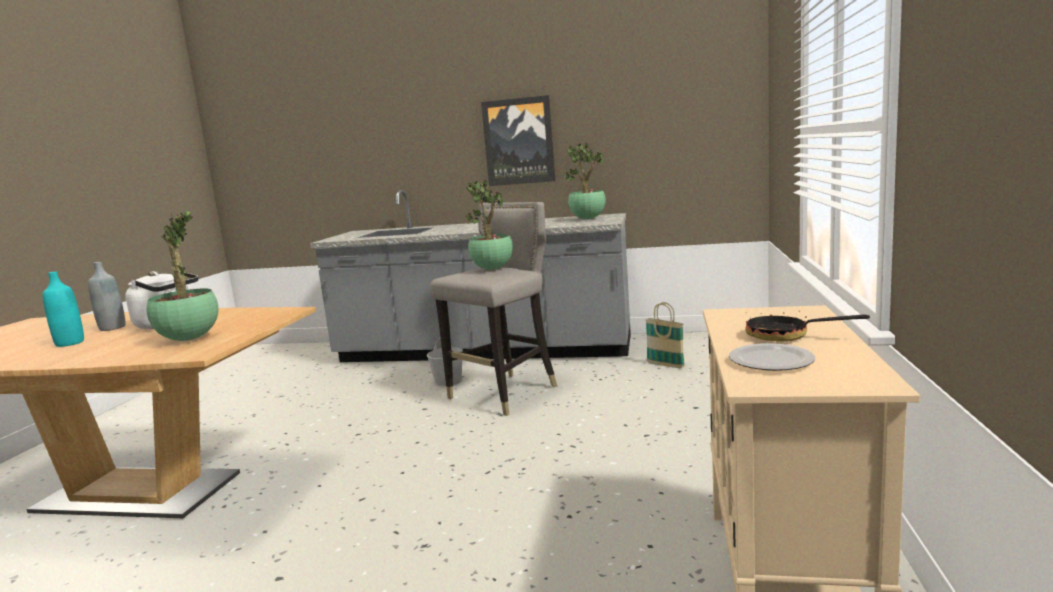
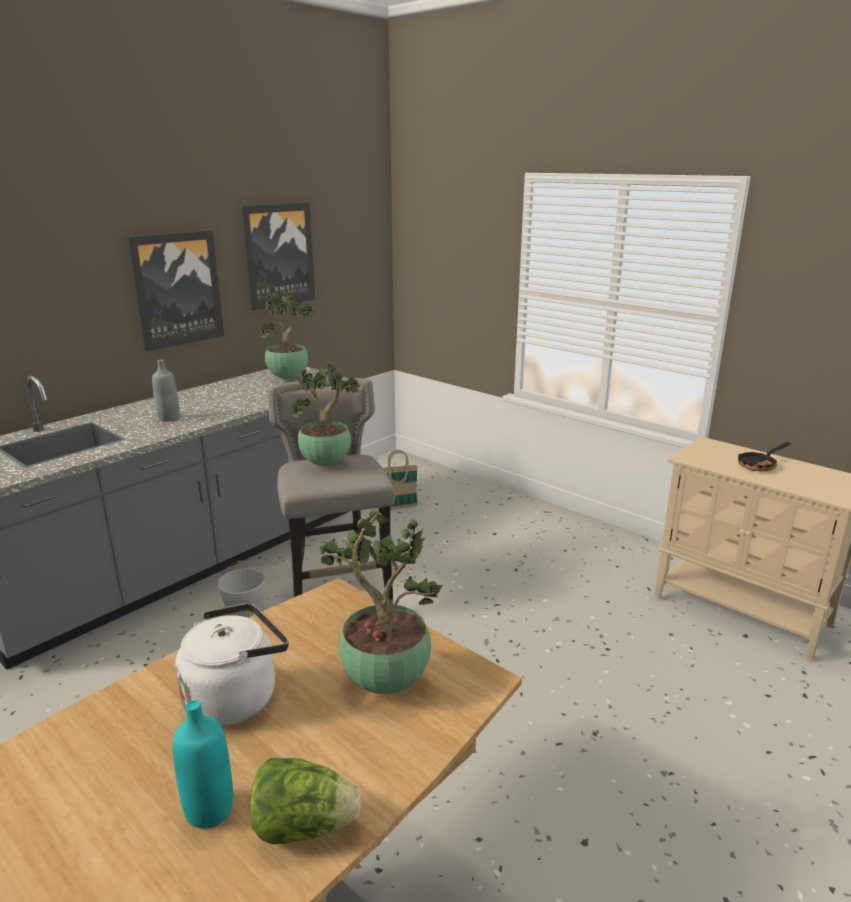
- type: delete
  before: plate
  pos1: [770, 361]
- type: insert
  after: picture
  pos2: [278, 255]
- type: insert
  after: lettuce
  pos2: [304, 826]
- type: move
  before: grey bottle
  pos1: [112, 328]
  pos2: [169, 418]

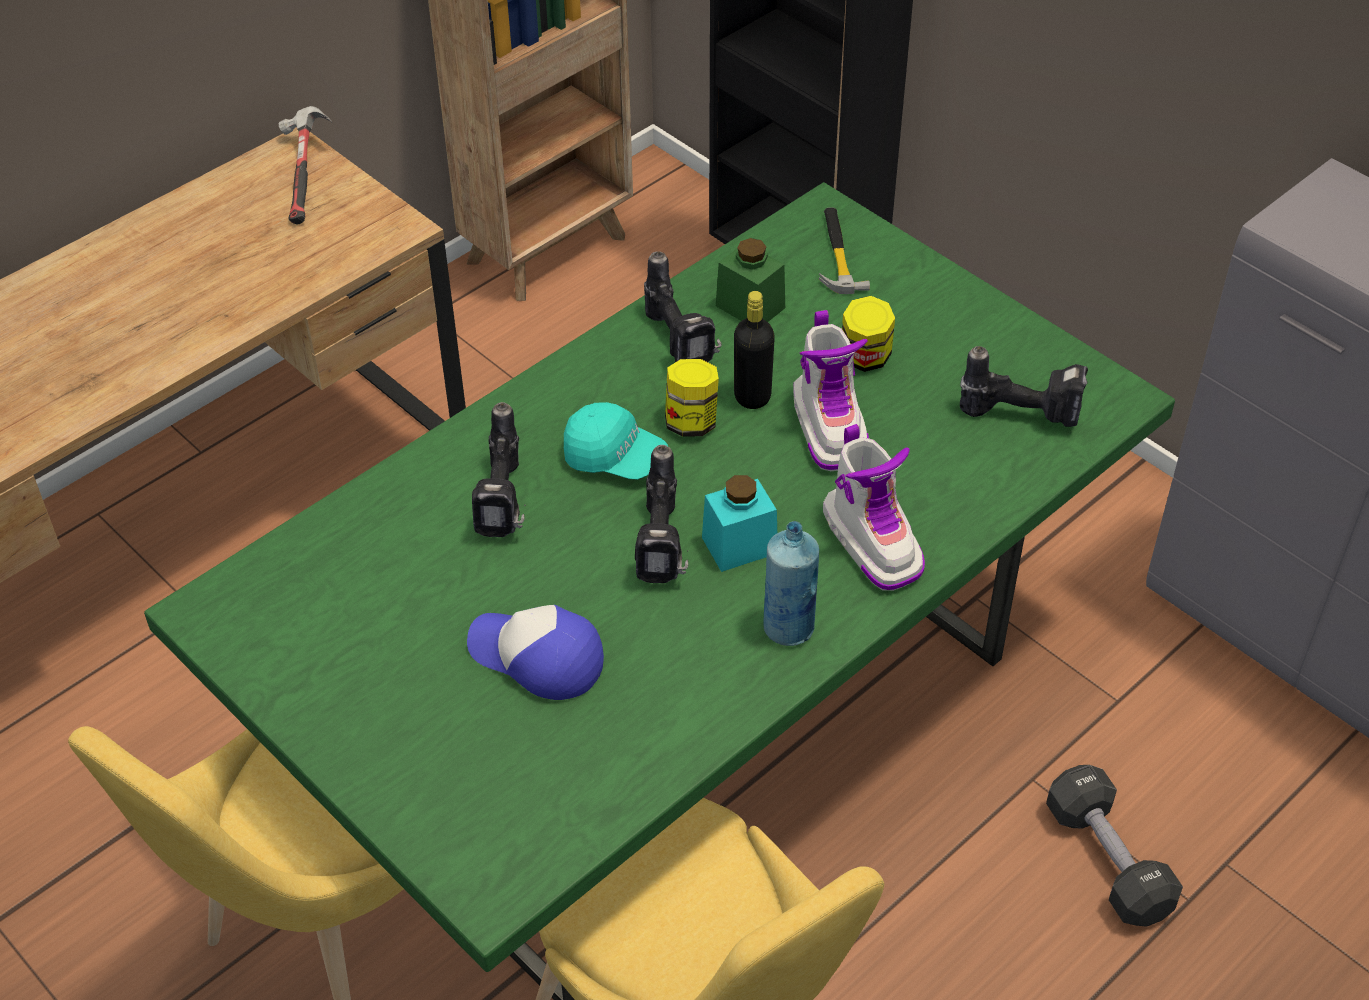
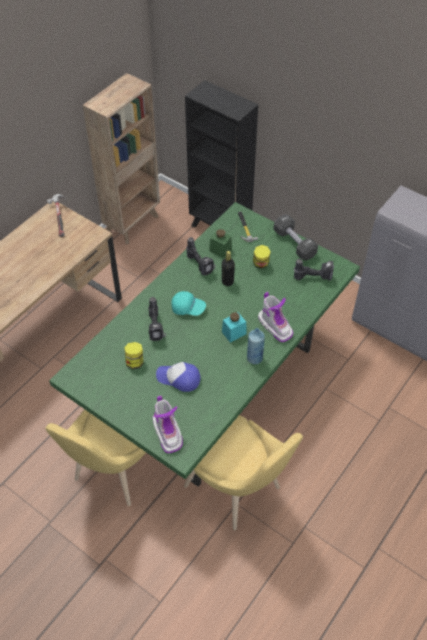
- type: delete
  before: power drill
  pos1: [664, 547]
- type: move
  before: jar
  pos1: [691, 422]
  pos2: [135, 362]
- type: move
  before: boot
  pos1: [830, 427]
  pos2: [168, 432]
- type: move
  before: black dumbbell
  pos1: [1107, 860]
  pos2: [294, 244]

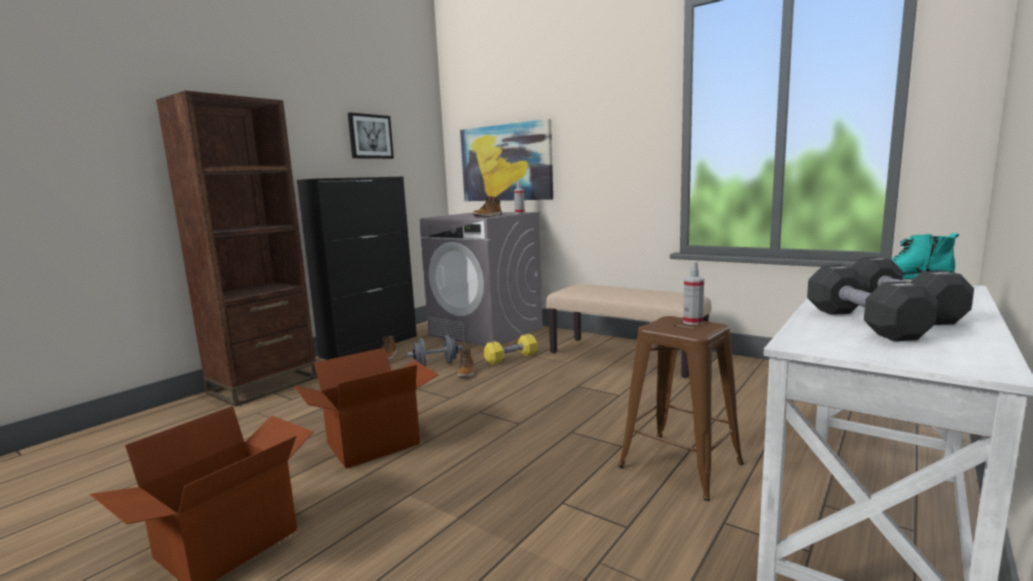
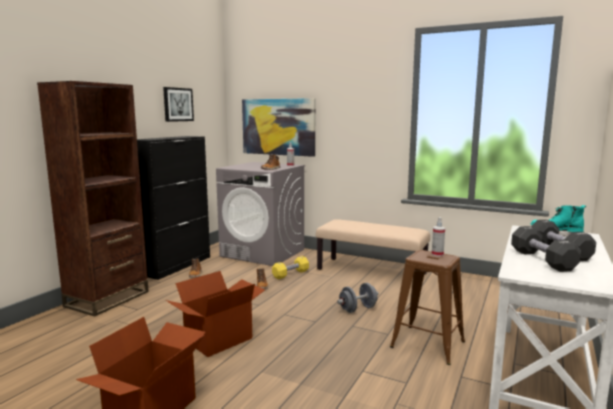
- type: move
  before: grey dumbbell
  pos1: [436, 365]
  pos2: [358, 309]

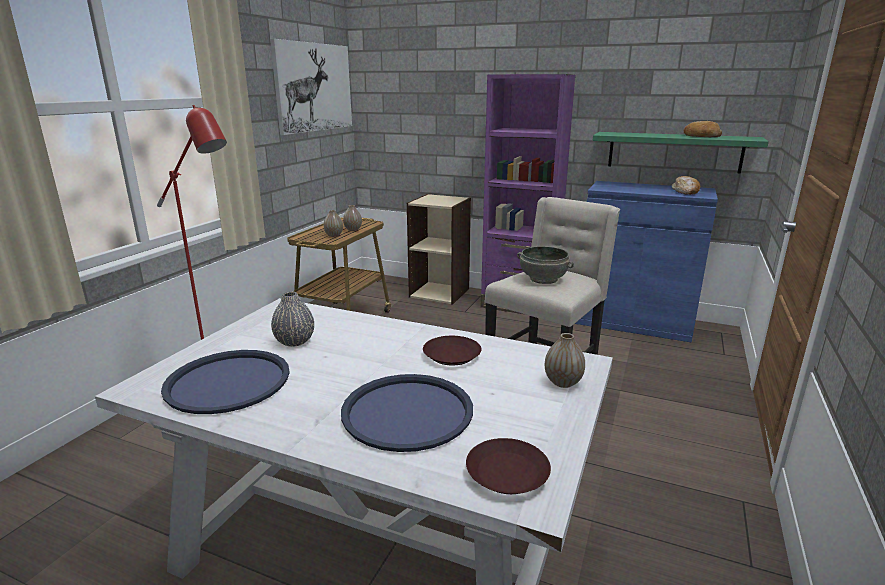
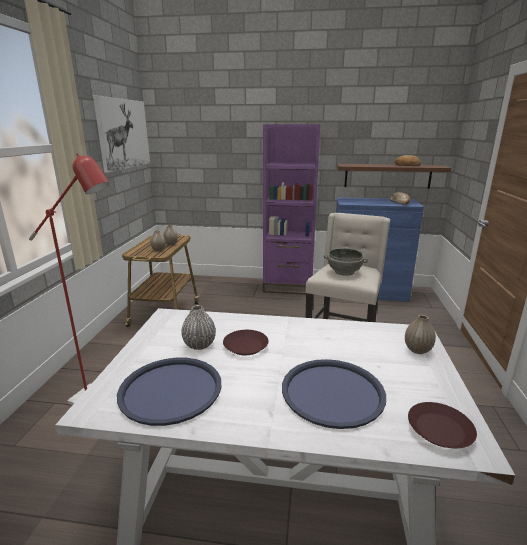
- type: delete
  before: beige bookcase
  pos1: [440, 292]
- type: move
  before: brown plate
  pos1: [451, 355]
  pos2: [245, 346]
- type: recolor
  before: green shelf
  after: brown shelf
  pos1: [674, 152]
  pos2: [387, 176]

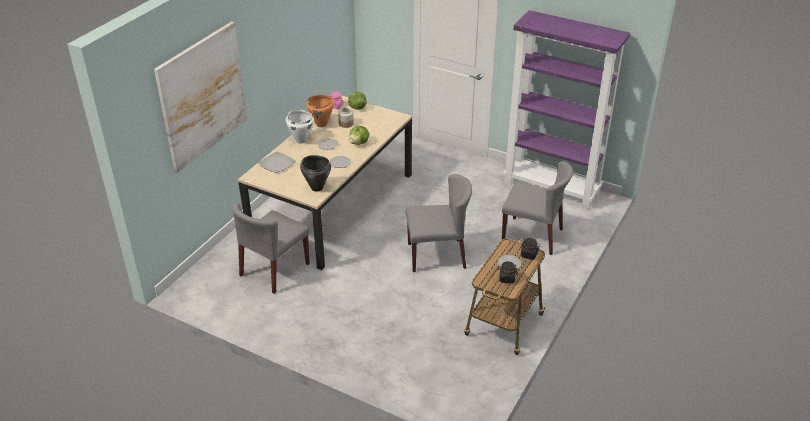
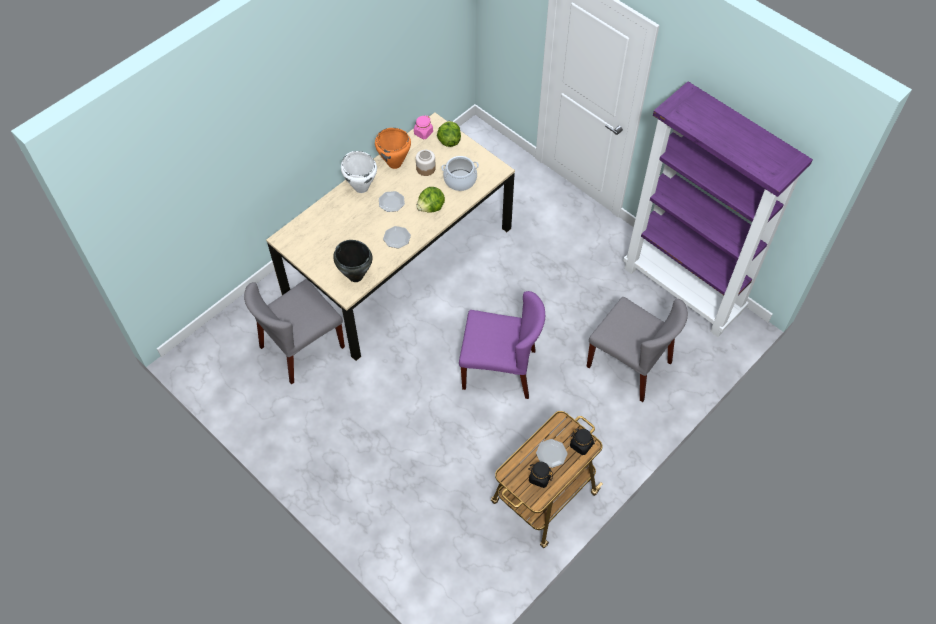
- type: delete
  before: picture
  pos1: [202, 95]
- type: delete
  before: plate
  pos1: [276, 163]
- type: insert
  after: cooking pot
  pos2: [460, 180]
- type: recolor
  before: grey chair
  after: purple chair
  pos1: [437, 255]
  pos2: [499, 369]

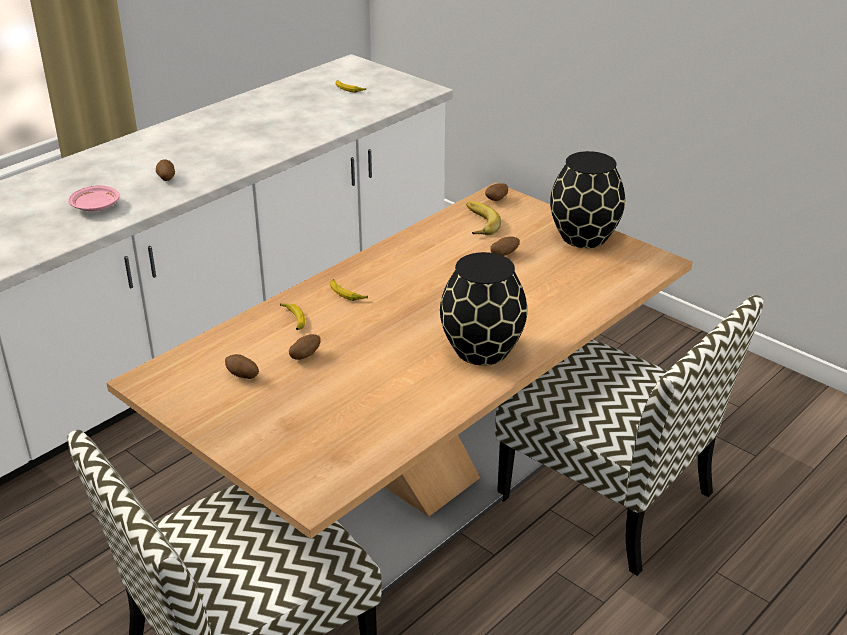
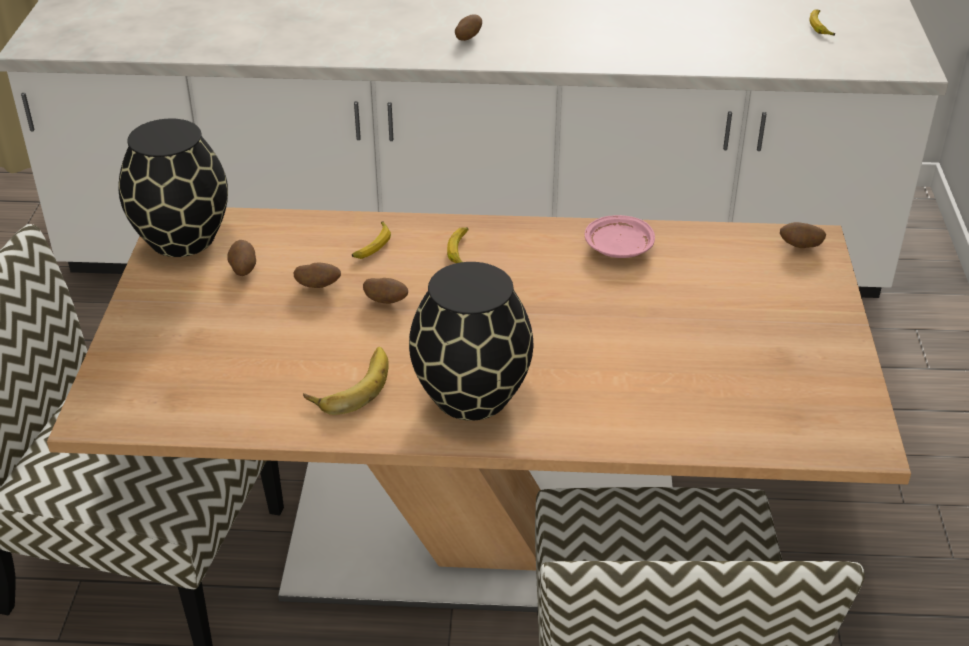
- type: move
  before: pink plate
  pos1: [95, 207]
  pos2: [618, 248]
- type: move
  before: banana
  pos1: [477, 223]
  pos2: [350, 385]
- type: move
  before: potato
  pos1: [504, 254]
  pos2: [386, 302]
- type: move
  before: black vase
  pos1: [584, 236]
  pos2: [183, 238]

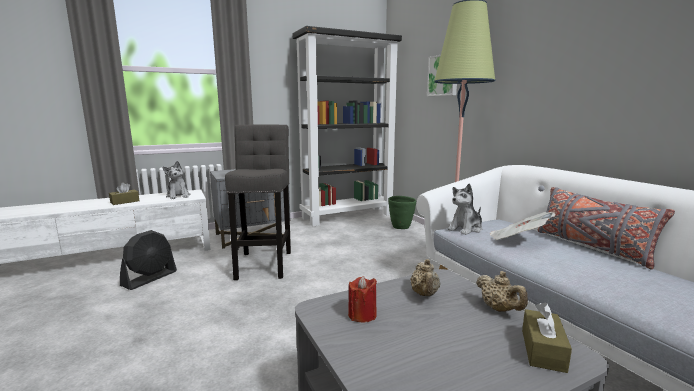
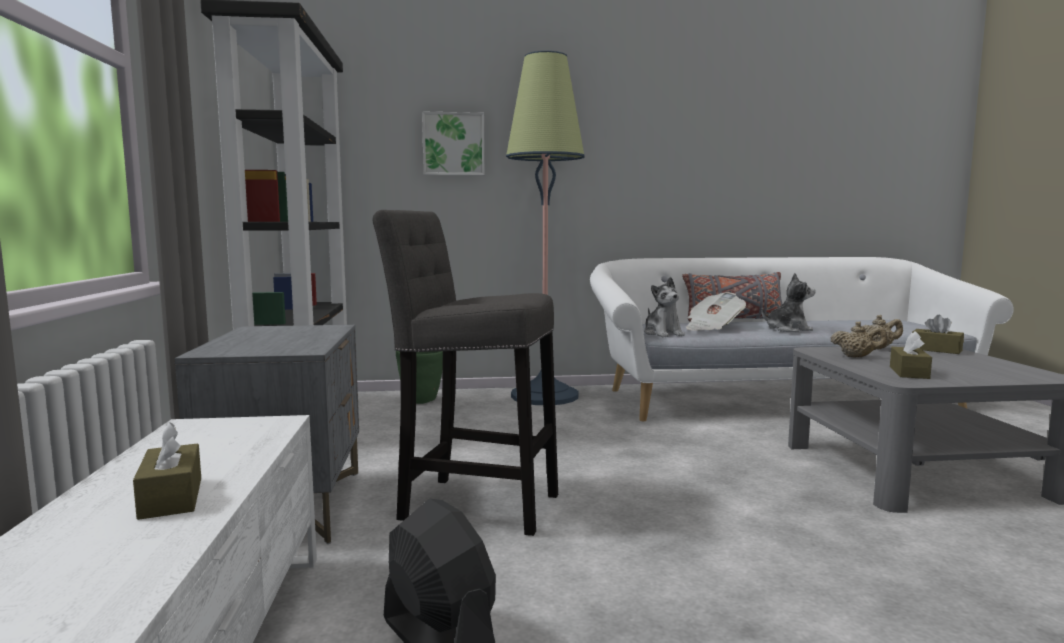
- type: move
  before: plush toy
  pos1: [178, 196]
  pos2: [787, 329]
- type: replace
  before: red candle
  after: brown tissue box
  pos1: [362, 315]
  pos2: [909, 372]

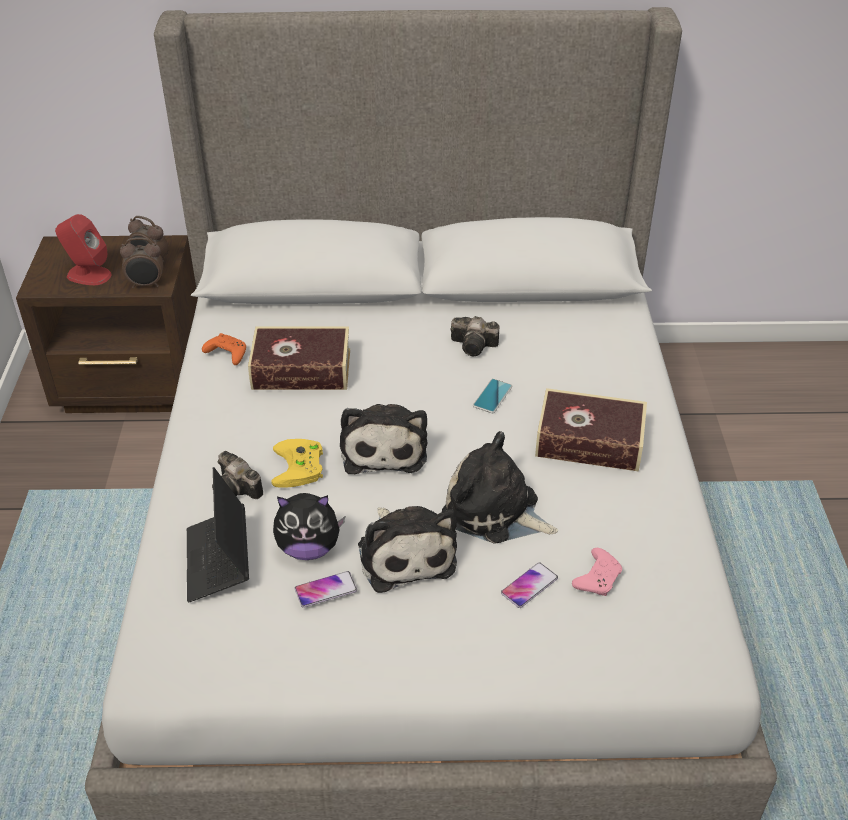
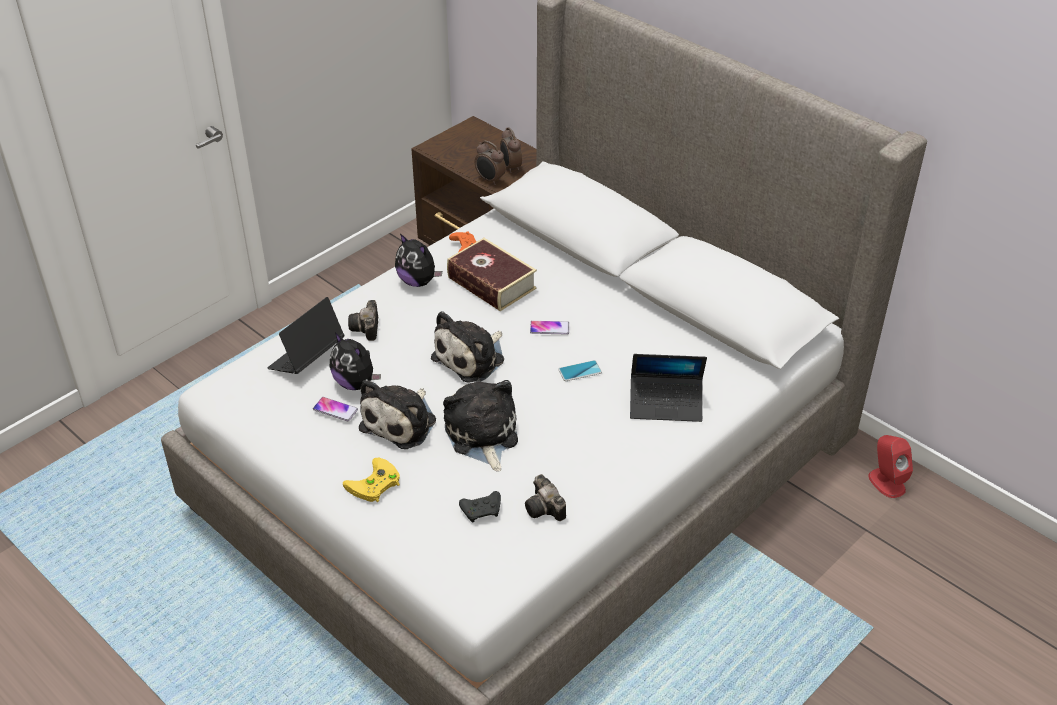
- type: delete
  before: book
  pos1: [589, 441]
- type: insert
  after: plush toy
  pos2: [418, 281]
- type: insert
  after: laptop
  pos2: [666, 404]
- type: move
  before: red speaker
  pos1: [88, 275]
  pos2: [886, 482]
- type: move
  before: yellow game controller
  pos1: [300, 467]
  pos2: [374, 485]
- type: move
  before: photo camera
  pos1: [475, 346]
  pos2: [545, 509]
- type: move
  before: phone
  pos1: [529, 586]
  pos2: [549, 328]
- type: recolor
  before: pink game controller
  after: black game controller
  pos1: [597, 578]
  pos2: [482, 511]

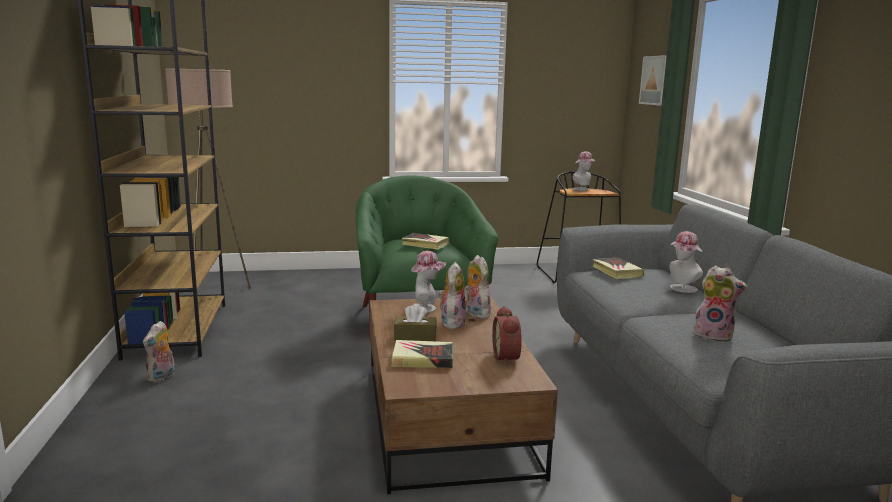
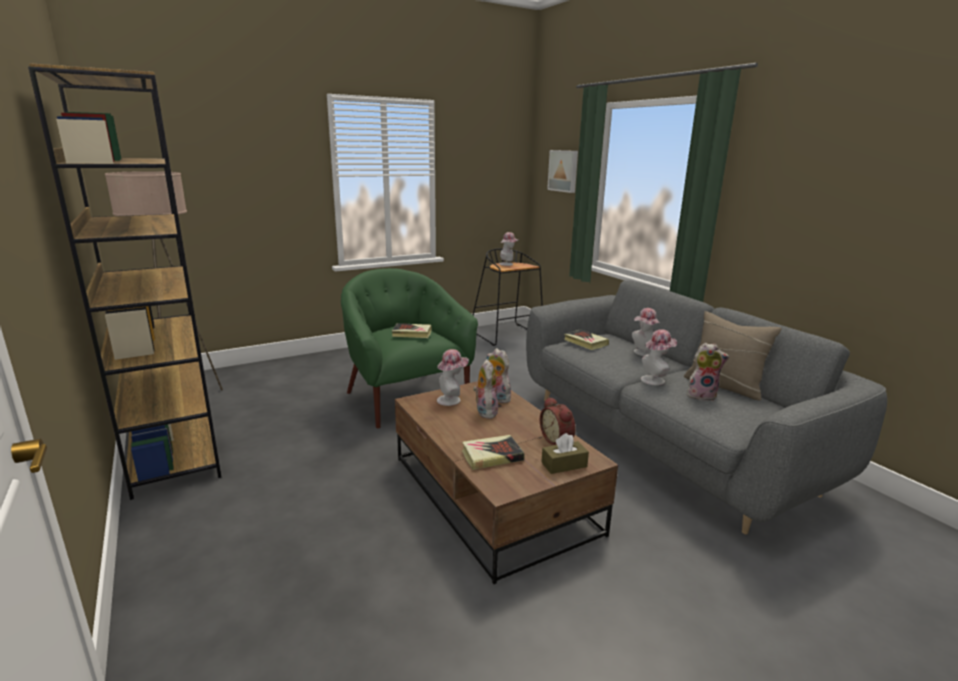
- type: delete
  before: plush toy
  pos1: [162, 377]
- type: insert
  after: hat
  pos2: [655, 380]
- type: insert
  after: beige pillow
  pos2: [724, 386]
- type: move
  before: brown tissue box
  pos1: [415, 337]
  pos2: [564, 465]

